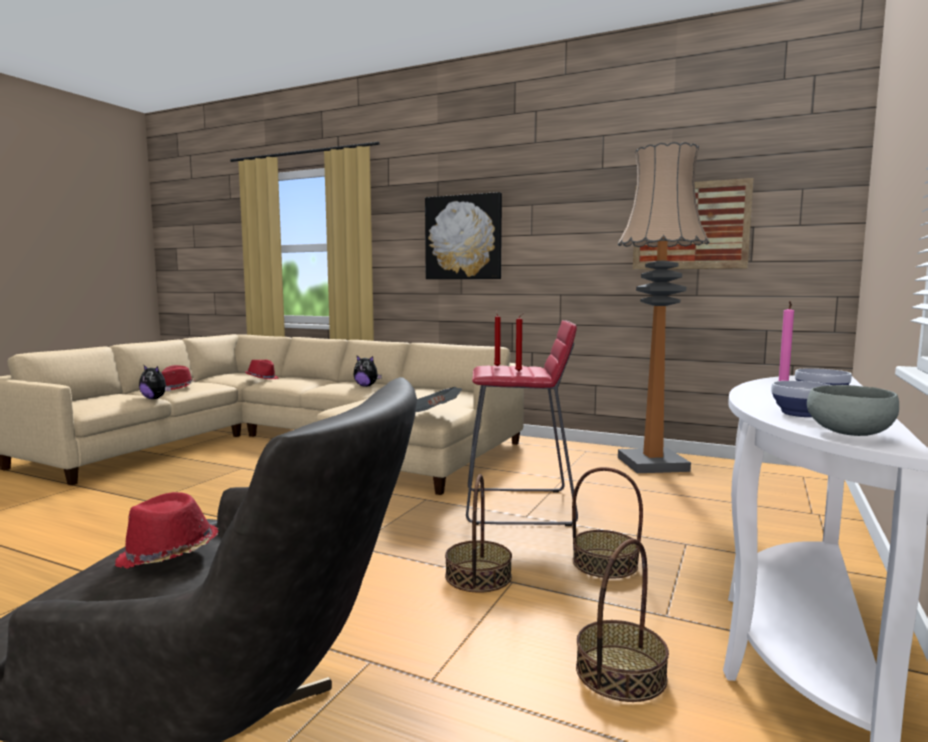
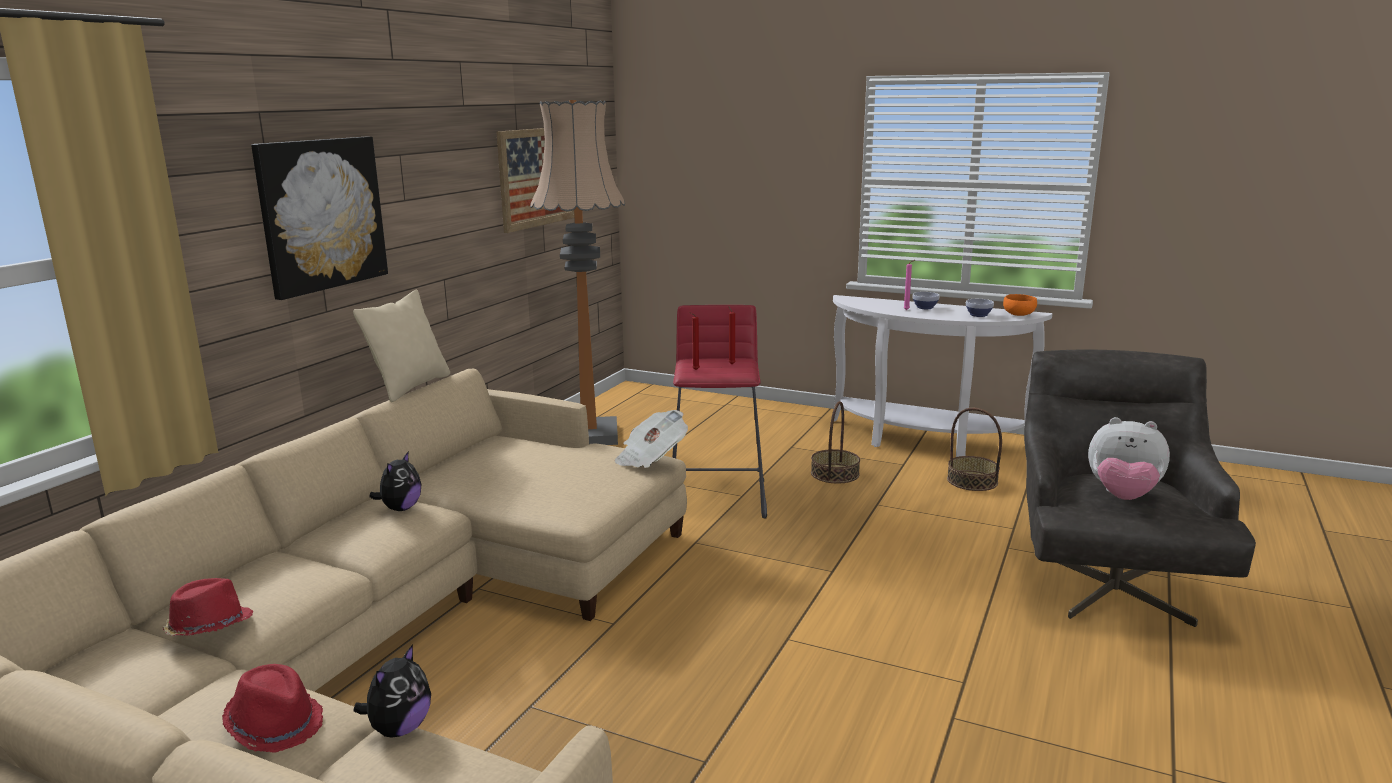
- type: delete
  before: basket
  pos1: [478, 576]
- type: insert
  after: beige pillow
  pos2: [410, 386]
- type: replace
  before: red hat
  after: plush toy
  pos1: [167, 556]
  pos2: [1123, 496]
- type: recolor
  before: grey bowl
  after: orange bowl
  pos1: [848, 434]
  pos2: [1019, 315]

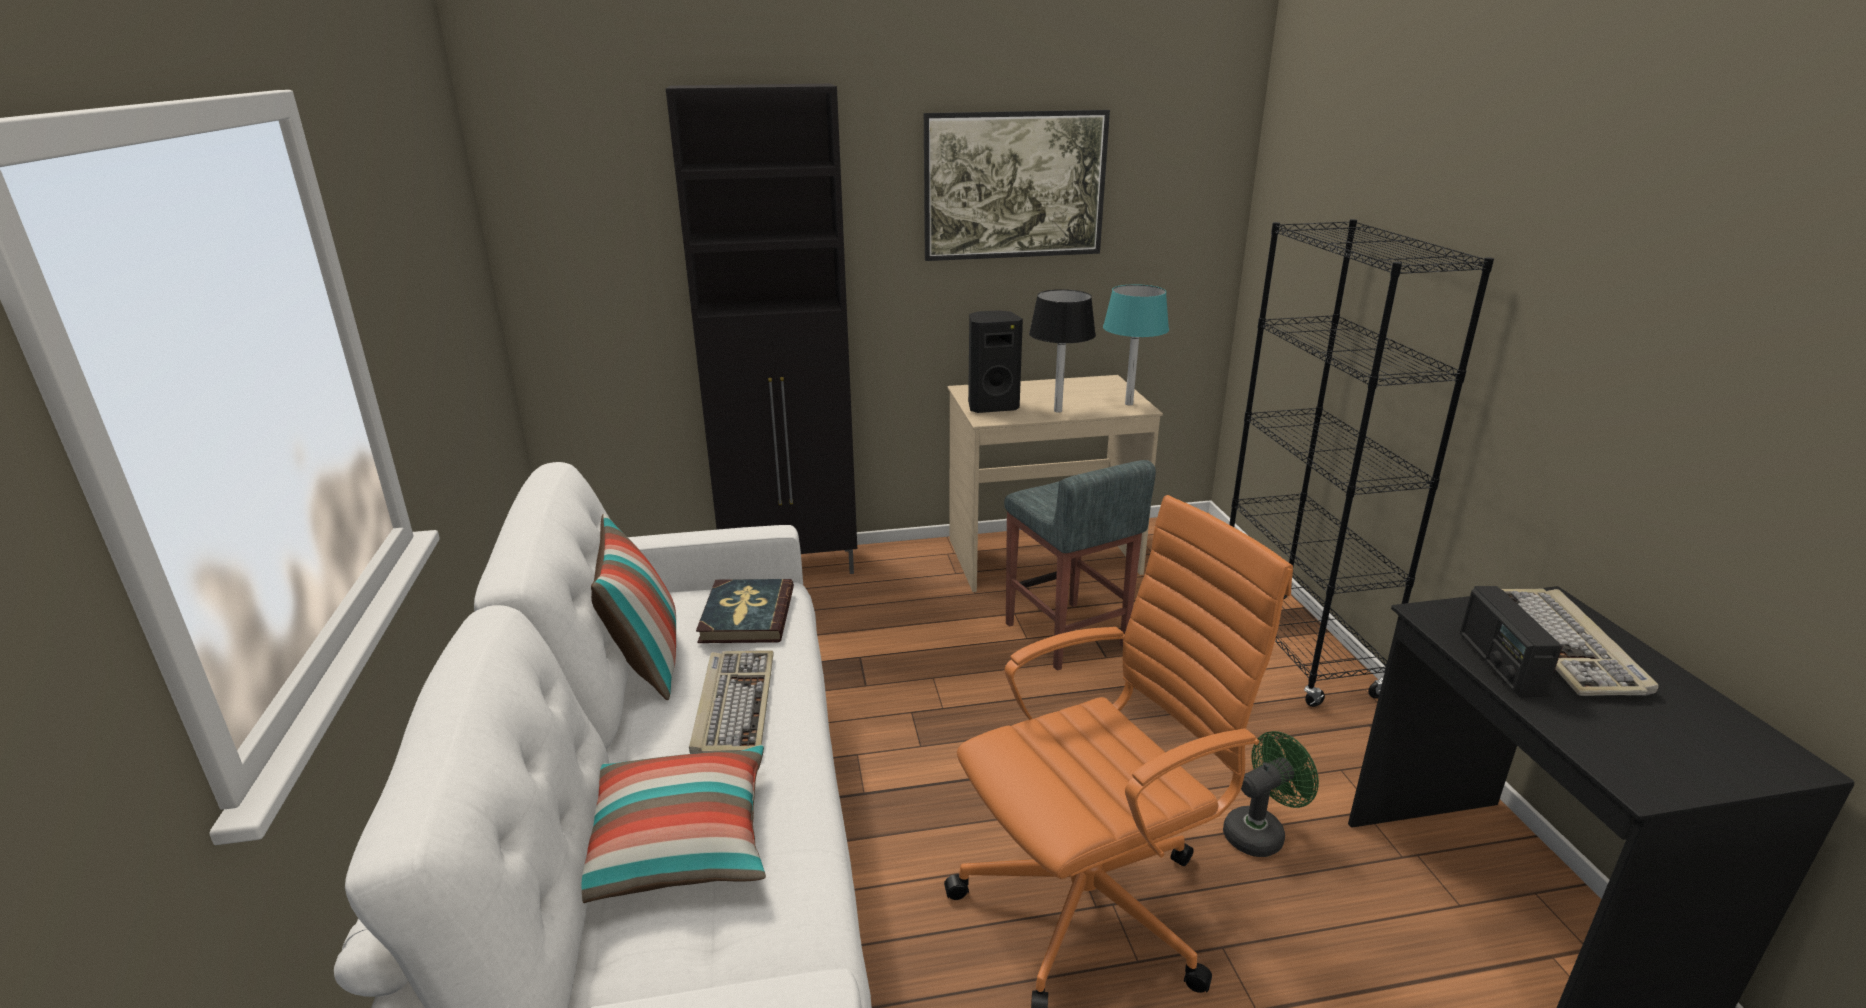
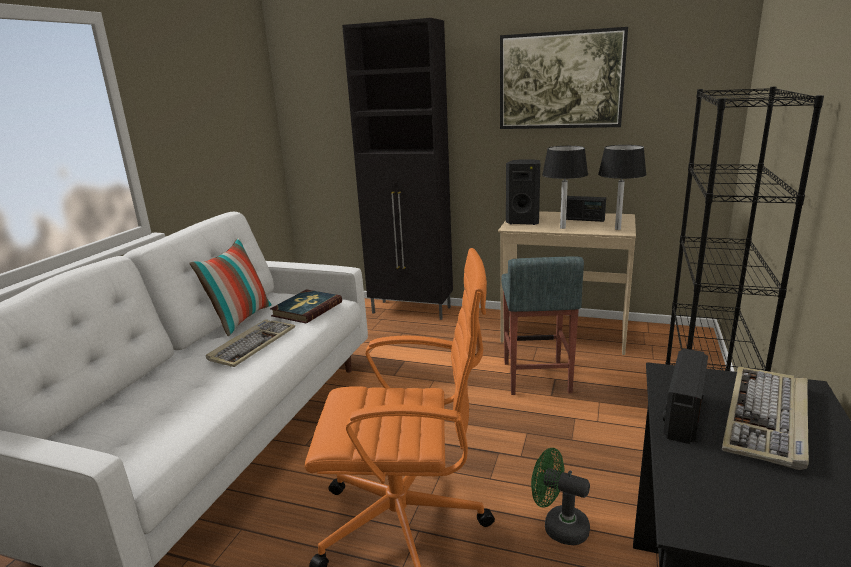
- type: delete
  before: pillow
  pos1: [675, 844]
- type: insert
  after: radio
  pos2: [582, 219]
- type: recolor
  before: turquoise table lamp
  after: black table lamp
  pos1: [1129, 404]
  pos2: [618, 229]
- type: rotate
  before: green fan
  pos1: [1260, 832]
  pos2: [558, 526]
  turn: -150

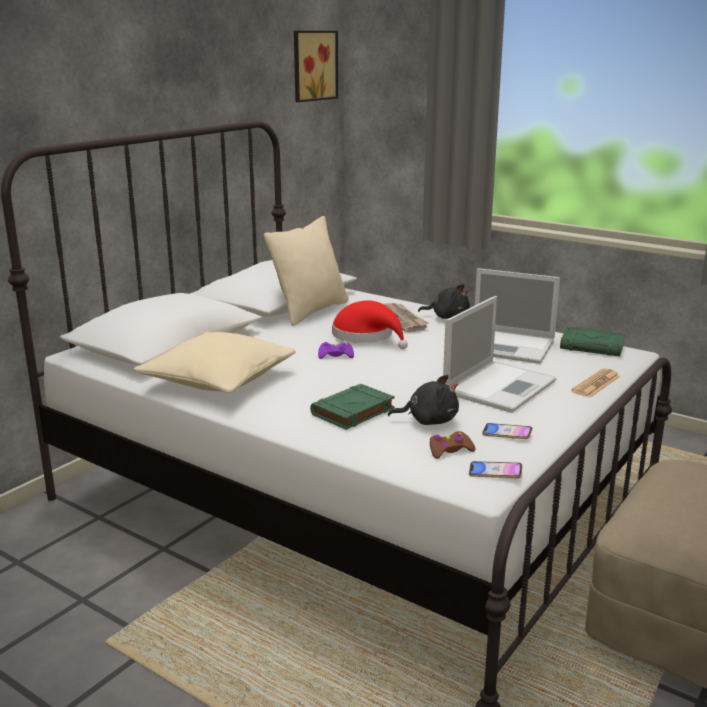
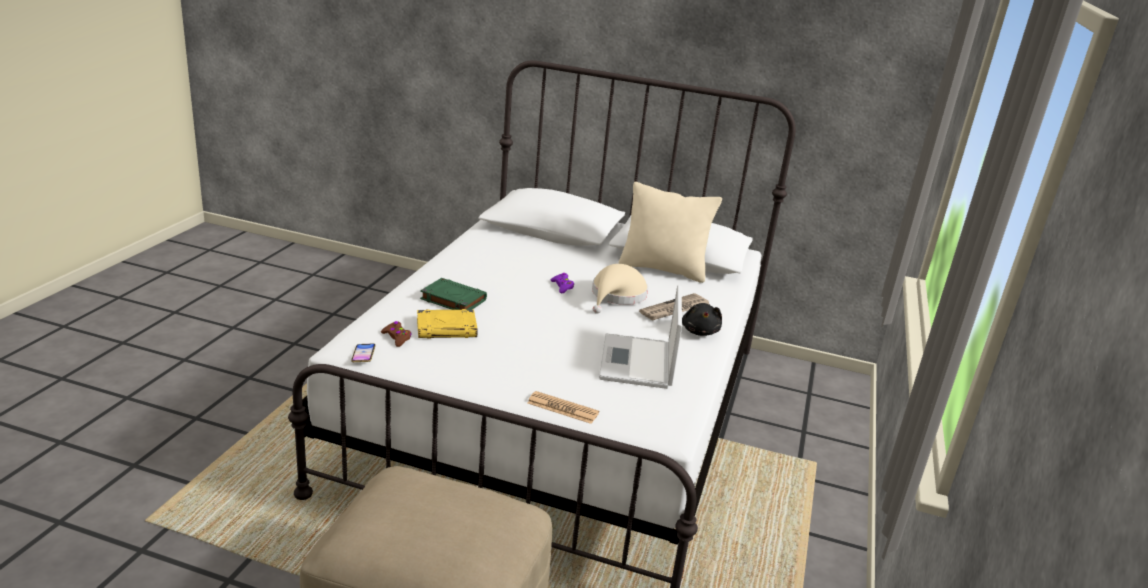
- type: delete
  before: beige pillow
  pos1: [218, 380]
- type: delete
  before: picture
  pos1: [313, 65]
- type: delete
  before: laptop
  pos1: [500, 386]
- type: delete
  before: phone
  pos1: [507, 434]
- type: delete
  before: green book
  pos1: [592, 346]
- type: replace
  before: black plush toy
  after: yellow book
  pos1: [428, 420]
  pos2: [447, 328]
- type: recolor
  before: red hat
  after: beige hat
  pos1: [366, 336]
  pos2: [617, 296]

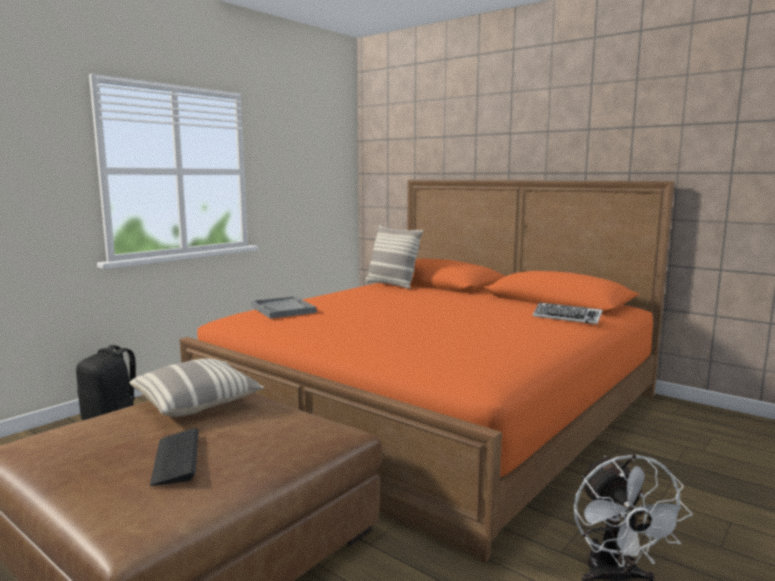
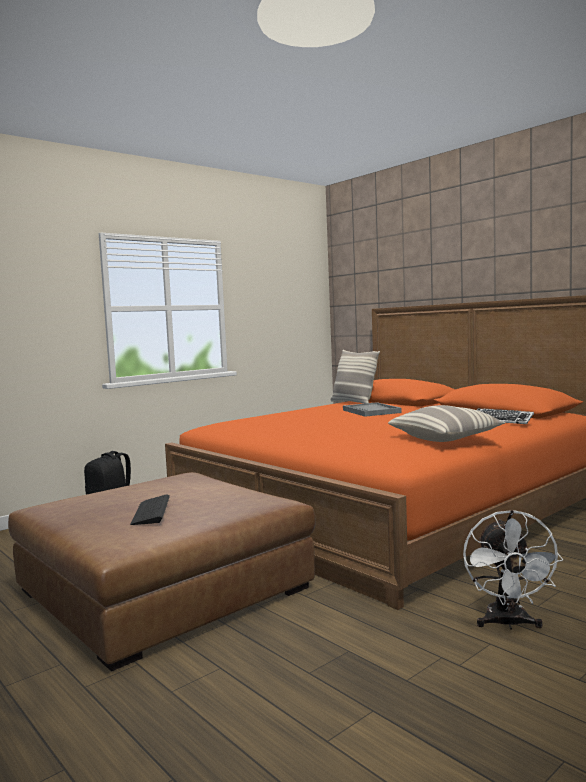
- type: move
  before: pillow
  pos1: [198, 403]
  pos2: [445, 438]
- type: move
  before: grey tray
  pos1: [283, 309]
  pos2: [371, 411]

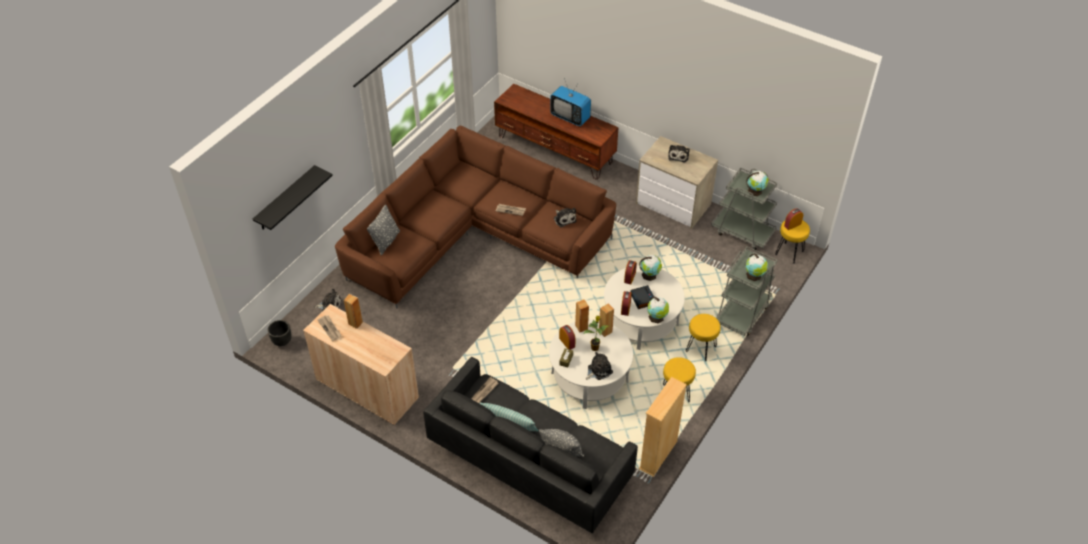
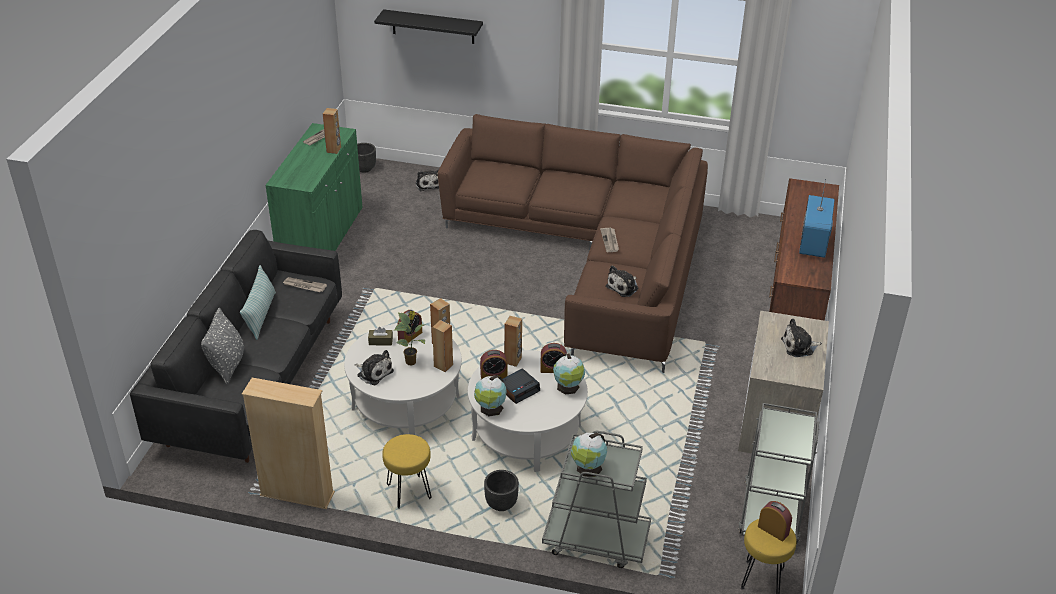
- type: delete
  before: grey pillow
  pos1: [386, 241]
- type: delete
  before: globe
  pos1: [755, 191]
- type: insert
  after: brown speaker
  pos2: [513, 360]
- type: replace
  before: yellow stool
  after: black planter
  pos1: [701, 350]
  pos2: [501, 505]
- type: recolor
  before: beige cabinet
  after: green cabinet
  pos1: [367, 389]
  pos2: [321, 237]

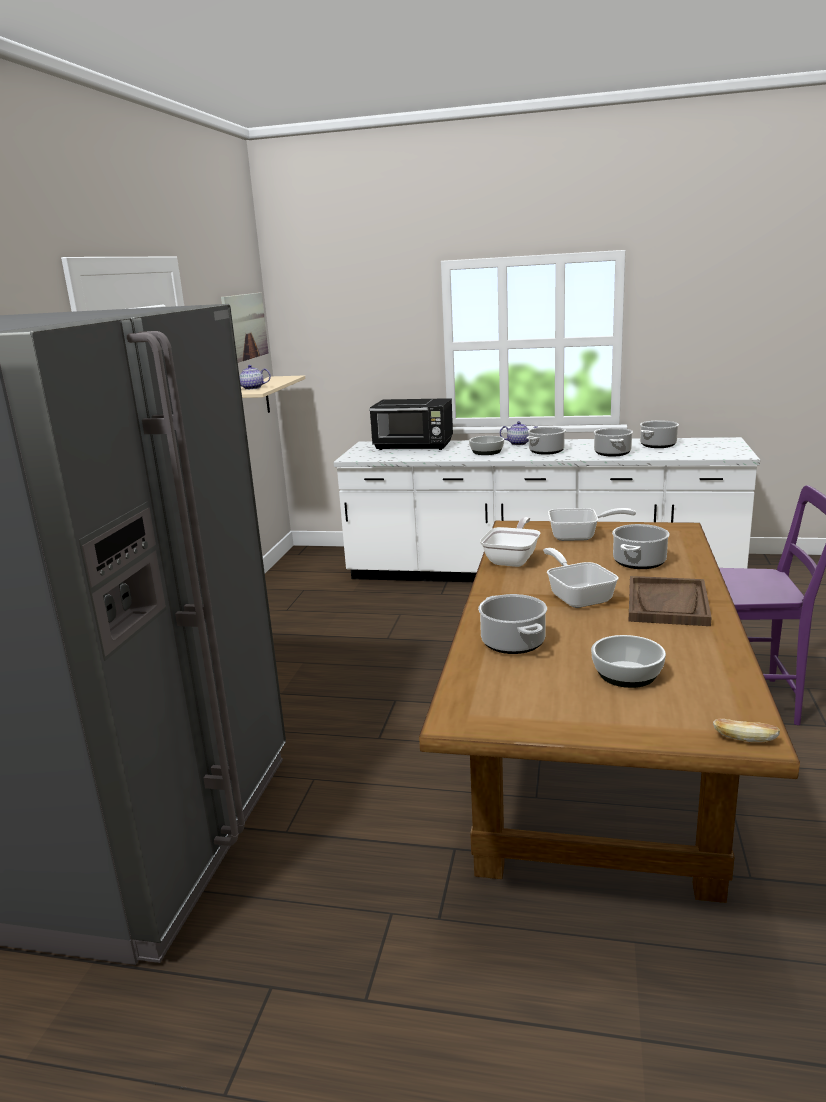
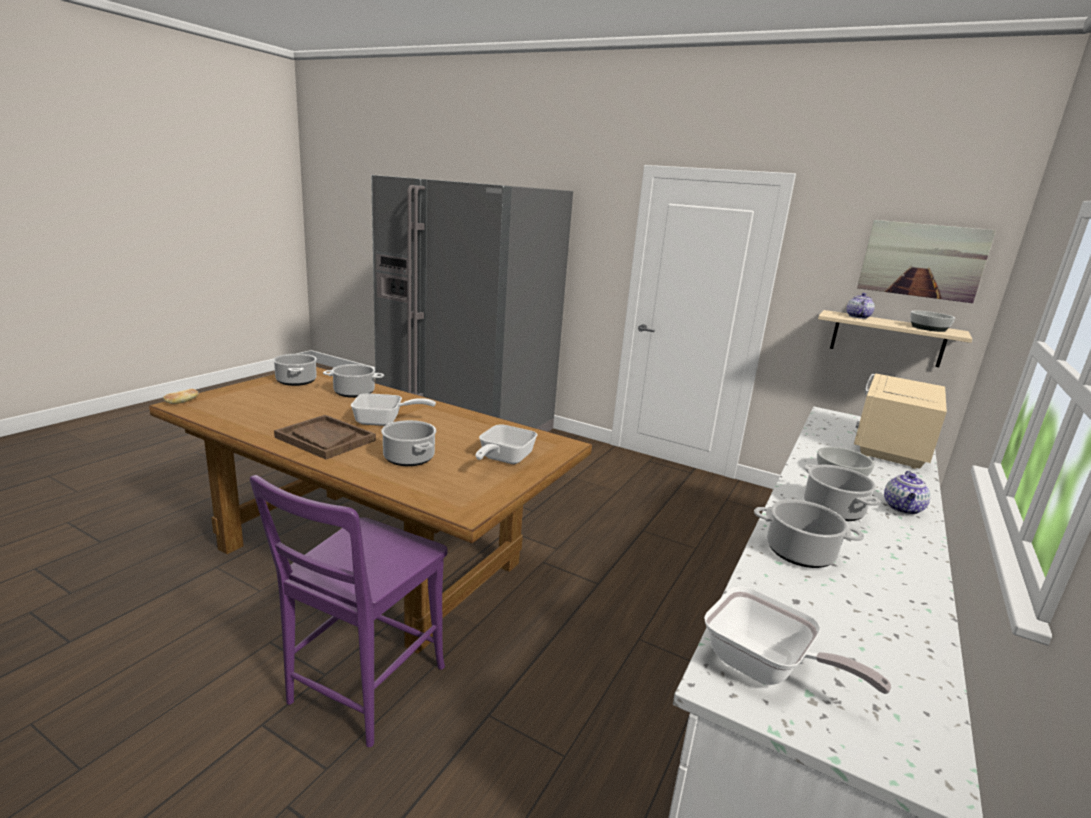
- type: move
  before: frying pan
  pos1: [513, 559]
  pos2: [765, 668]
- type: move
  before: bowl
  pos1: [627, 674]
  pos2: [928, 328]
- type: move
  before: cooking pot
  pos1: [658, 445]
  pos2: [296, 381]
- type: recolor
  before: black microwave
  after: beige microwave
  pos1: [414, 446]
  pos2: [889, 448]

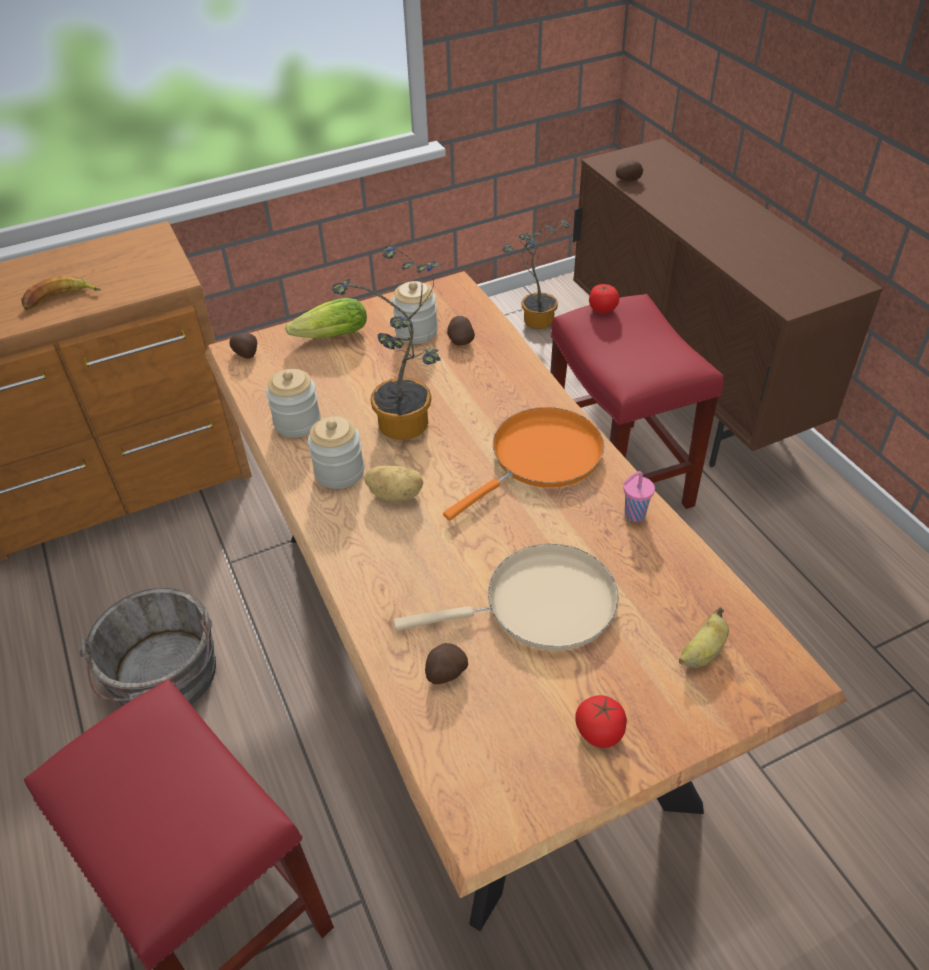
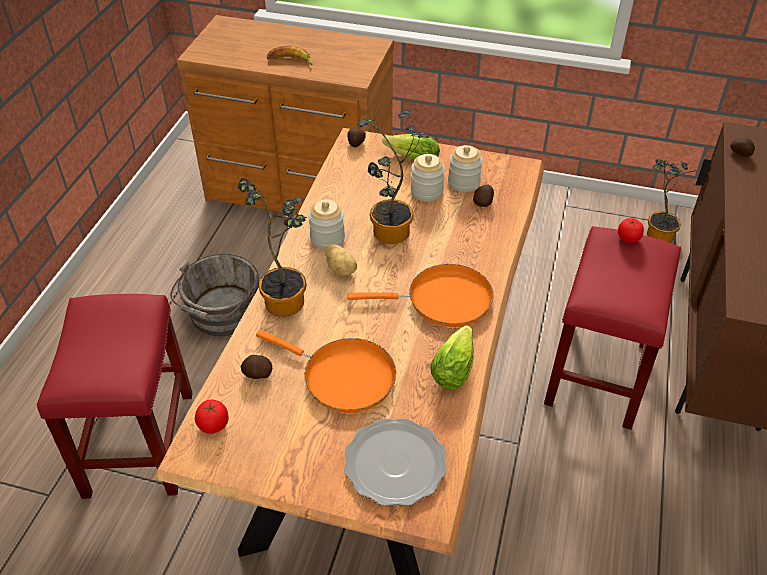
- type: insert
  after: potted plant
  pos2: [288, 298]
- type: move
  before: jar
  pos1: [297, 422]
  pos2: [426, 191]
- type: move
  before: tomato
  pos1: [599, 732]
  pos2: [214, 424]
- type: replace
  before: pink cup
  after: lettuce
  pos1: [633, 515]
  pos2: [455, 366]
- type: replace
  before: banana
  after: plate
  pos1: [702, 652]
  pos2: [395, 464]
- type: recolor
  before: beige frying pan
  after: orange frying pan
  pos1: [541, 605]
  pos2: [343, 376]

